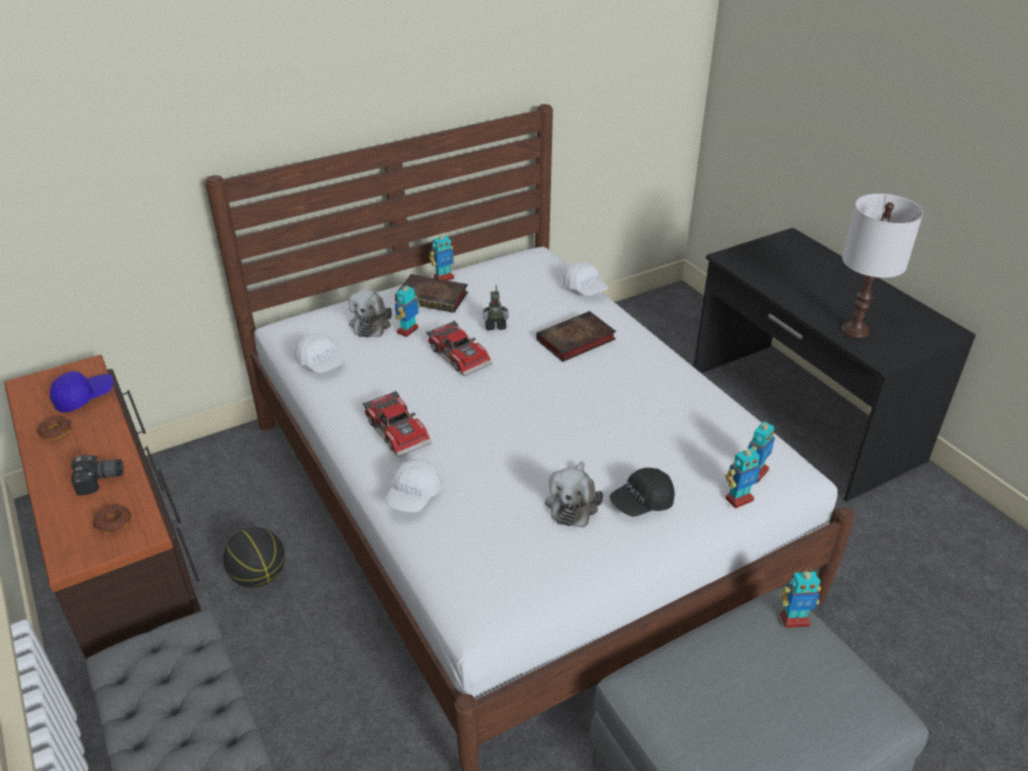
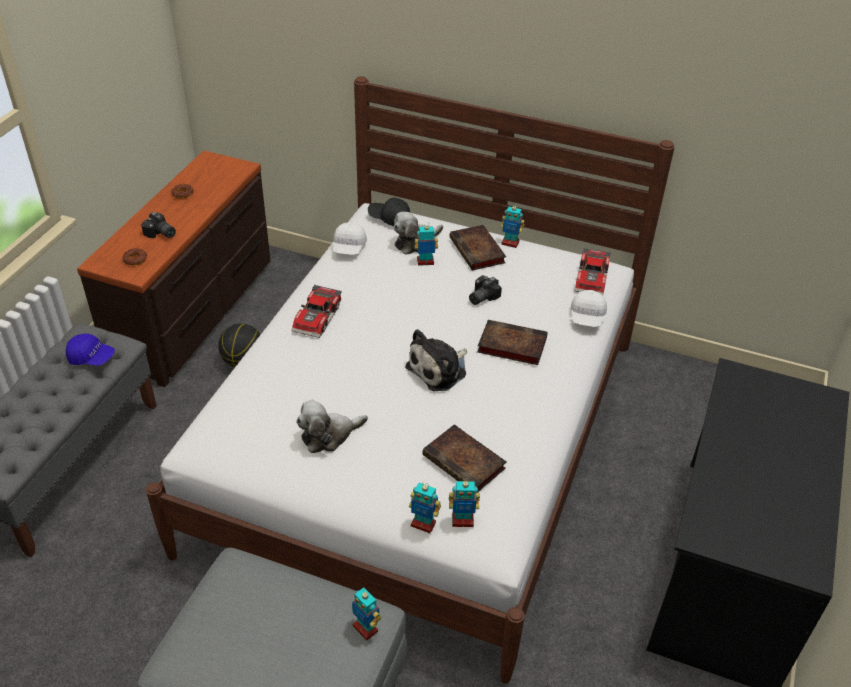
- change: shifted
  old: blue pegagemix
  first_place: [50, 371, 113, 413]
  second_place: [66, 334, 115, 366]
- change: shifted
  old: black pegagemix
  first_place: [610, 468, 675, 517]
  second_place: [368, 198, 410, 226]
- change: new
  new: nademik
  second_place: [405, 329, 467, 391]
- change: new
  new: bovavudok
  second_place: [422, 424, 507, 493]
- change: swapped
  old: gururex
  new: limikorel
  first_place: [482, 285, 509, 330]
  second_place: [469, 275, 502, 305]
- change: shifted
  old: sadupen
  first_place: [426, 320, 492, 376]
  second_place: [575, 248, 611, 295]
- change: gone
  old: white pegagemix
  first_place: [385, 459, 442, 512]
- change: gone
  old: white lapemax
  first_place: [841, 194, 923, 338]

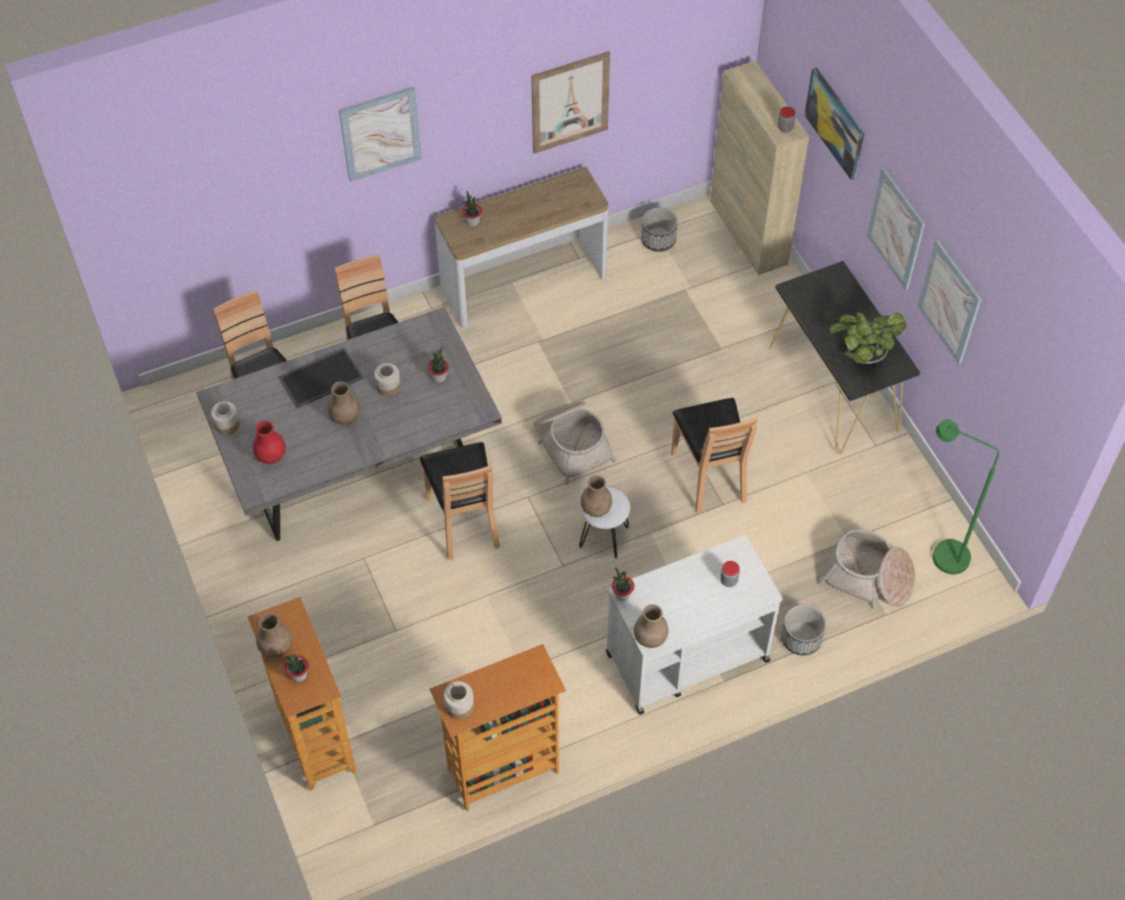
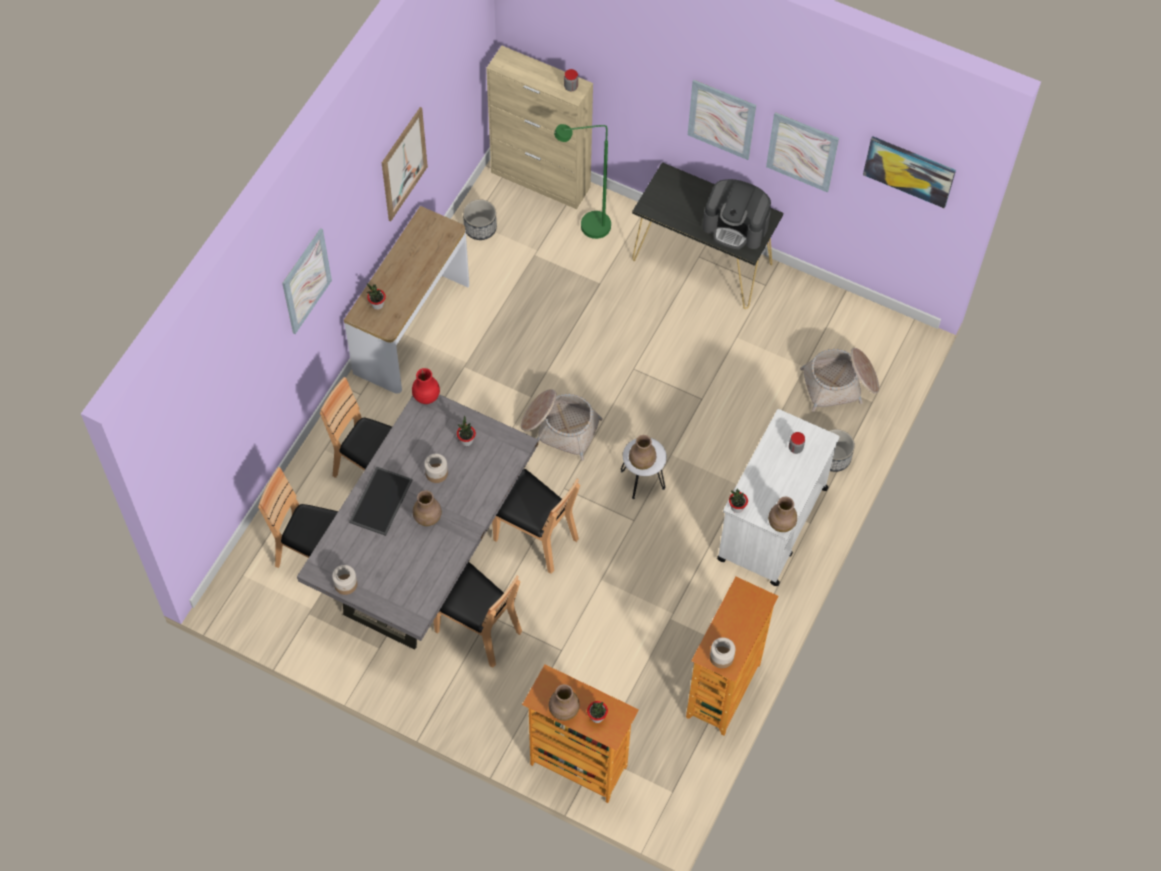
- change: shifted
  old: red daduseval
  first_place: [253, 421, 286, 464]
  second_place: [412, 368, 440, 404]
- change: shifted
  old: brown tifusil
  first_place: [671, 398, 757, 513]
  second_place: [433, 562, 522, 668]
- change: shifted
  old: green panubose
  first_place: [933, 419, 1000, 574]
  second_place: [554, 124, 611, 239]
- change: swapped
  old: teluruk
  new: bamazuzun
  first_place: [830, 312, 906, 364]
  second_place: [703, 179, 771, 249]
- change: shifted
  old: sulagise
  first_place: [804, 68, 864, 180]
  second_place: [863, 136, 956, 208]

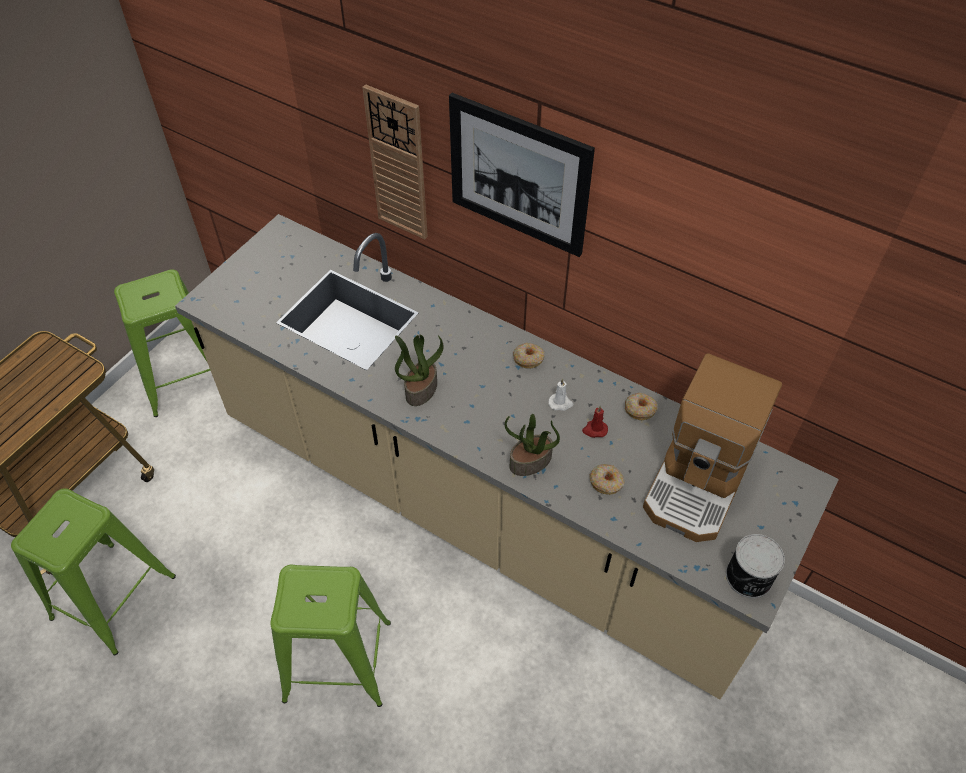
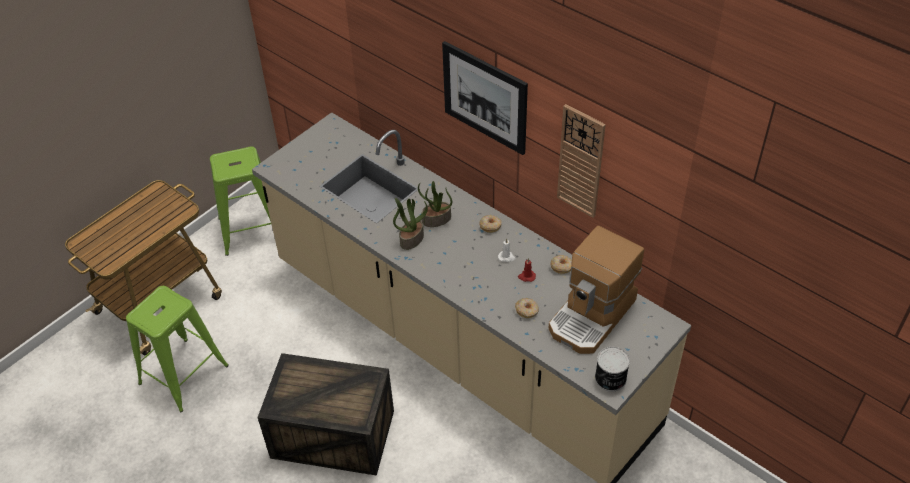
- change: swapped
  old: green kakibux
  new: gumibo
  first_place: [270, 565, 391, 707]
  second_place: [257, 353, 394, 476]
- change: shifted
  old: teluruk
  first_place: [505, 414, 560, 476]
  second_place: [418, 181, 452, 227]
- change: shifted
  old: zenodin
  first_place: [362, 84, 428, 239]
  second_place: [557, 104, 606, 218]

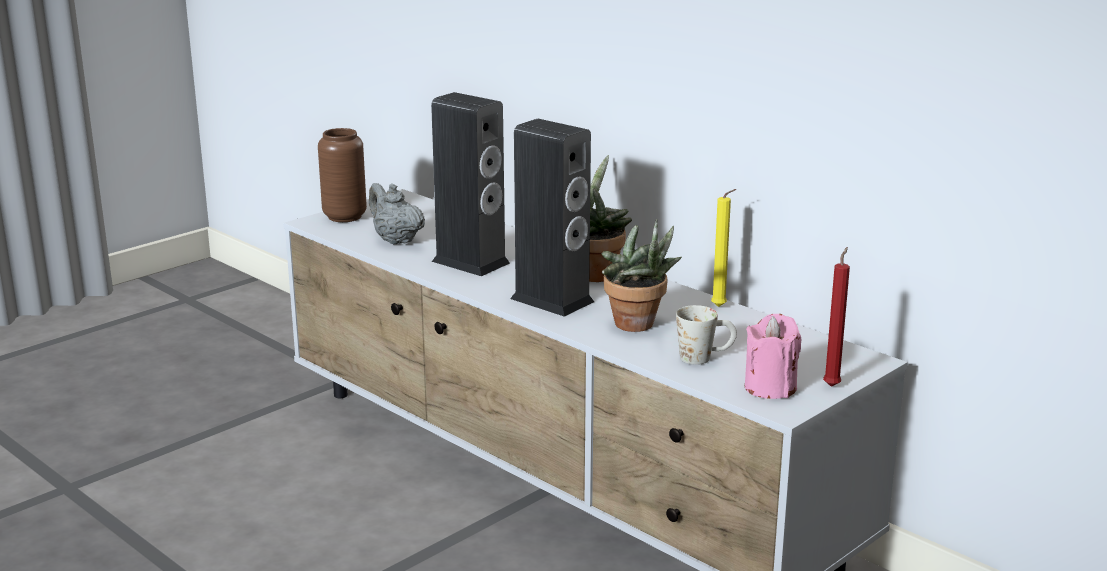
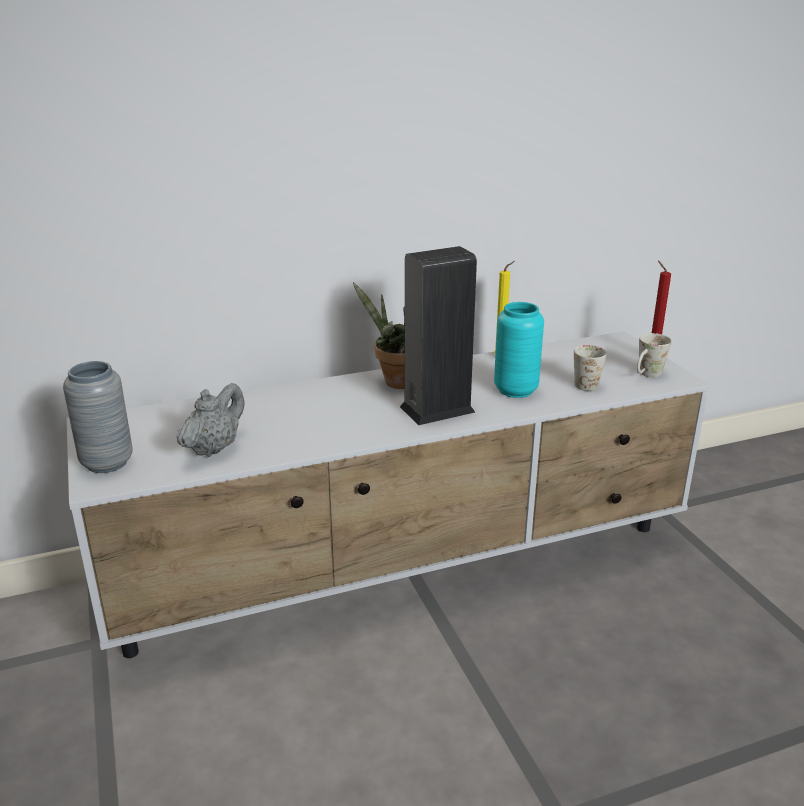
- change: repainted
  old: brown daduseval
  new: grey daduseval
  first_place: [318, 128, 367, 222]
  second_place: [63, 361, 133, 473]
- change: rotated
  old: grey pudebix
  first_place: [369, 183, 425, 245]
  second_place: [177, 383, 244, 457]
  degrees: 135
- change: swapped
  old: teluruk
  new: turquoise daduseval
  first_place: [601, 219, 682, 332]
  second_place: [494, 302, 544, 398]
- change: swapped
  old: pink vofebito
  new: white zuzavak
  first_place: [745, 314, 801, 399]
  second_place: [637, 333, 672, 377]
- change: gone
  old: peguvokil
  first_place: [431, 92, 510, 276]

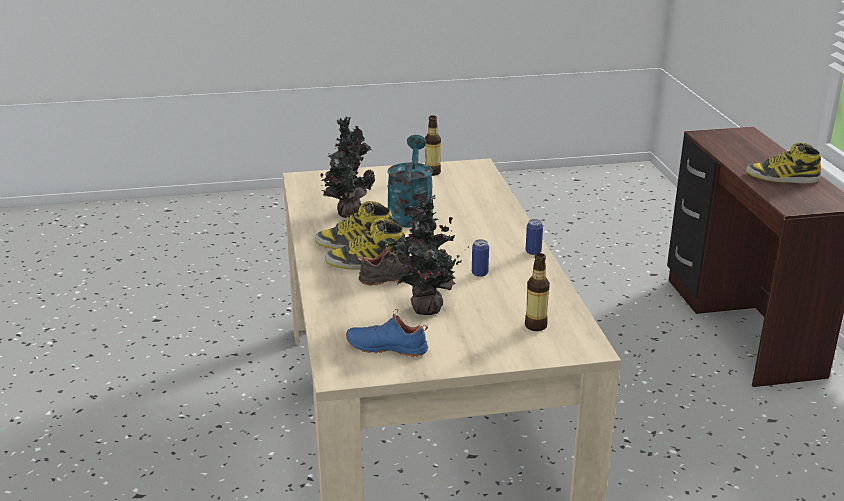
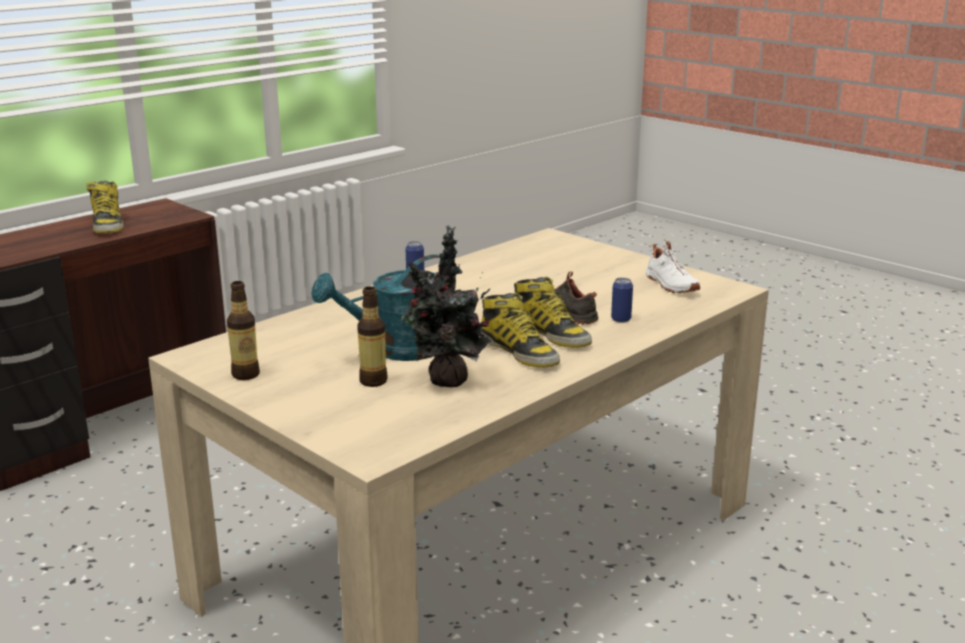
- change: shifted
  old: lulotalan
  first_place: [525, 253, 550, 331]
  second_place: [357, 286, 388, 387]
- change: shifted
  old: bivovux
  first_place: [472, 239, 489, 277]
  second_place: [611, 277, 633, 323]
- change: repainted
  old: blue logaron
  new: white logaron
  first_place: [346, 309, 428, 357]
  second_place: [645, 241, 700, 293]
- change: gone
  old: teluruk
  first_place: [383, 195, 469, 315]

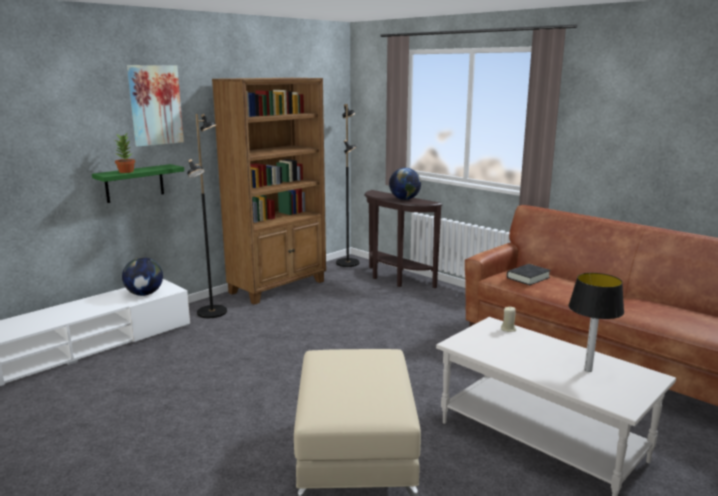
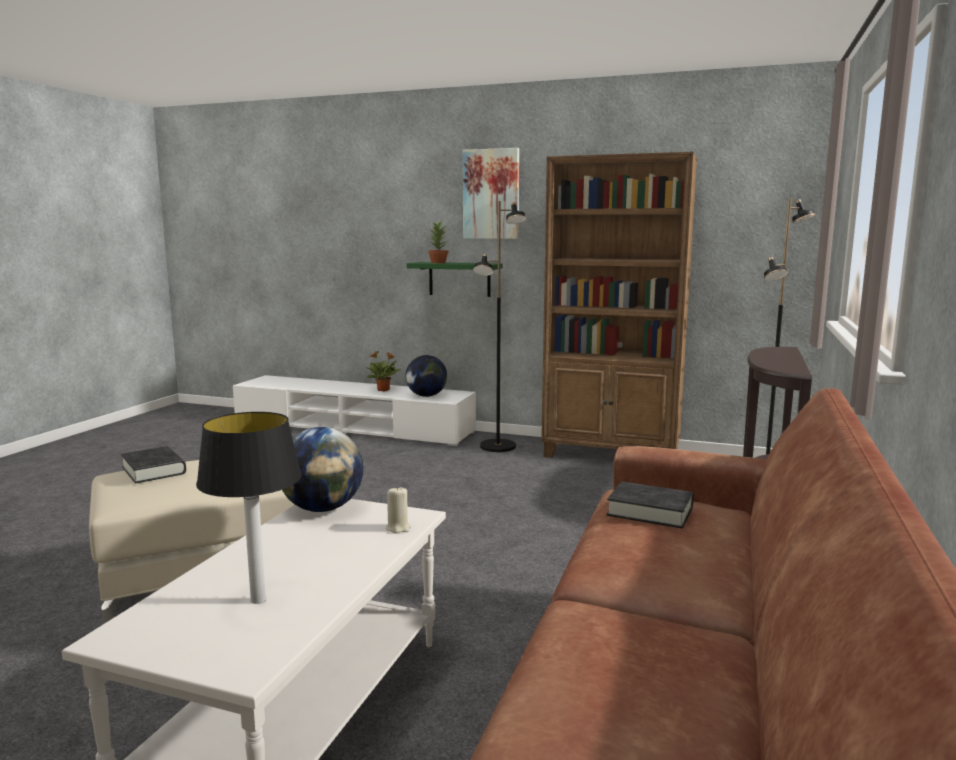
- change: new
  new: black bovavudok
  second_place: [121, 446, 186, 484]
- change: shifted
  old: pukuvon
  first_place: [389, 168, 421, 200]
  second_place: [282, 427, 363, 512]
- change: new
  new: teluruk
  second_place: [366, 351, 401, 392]

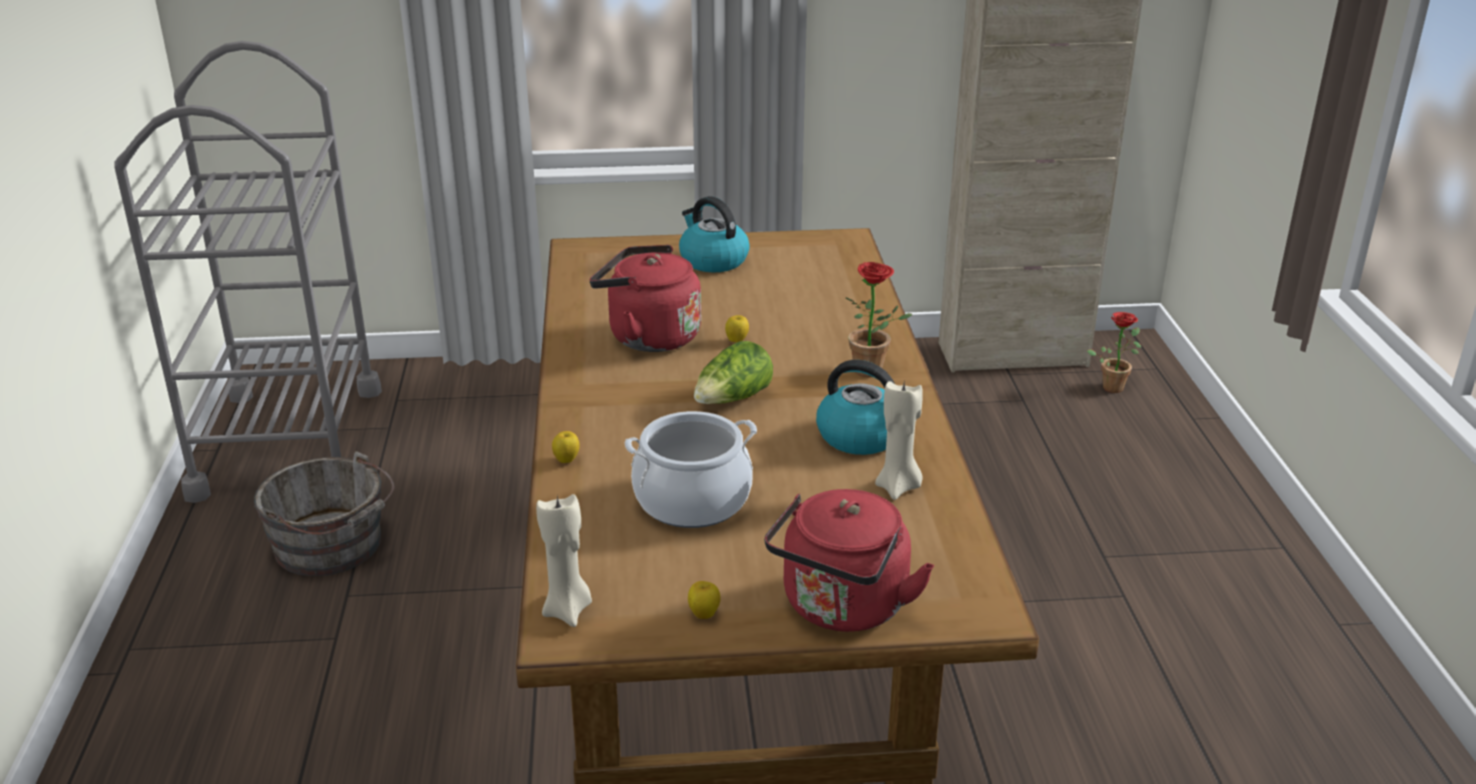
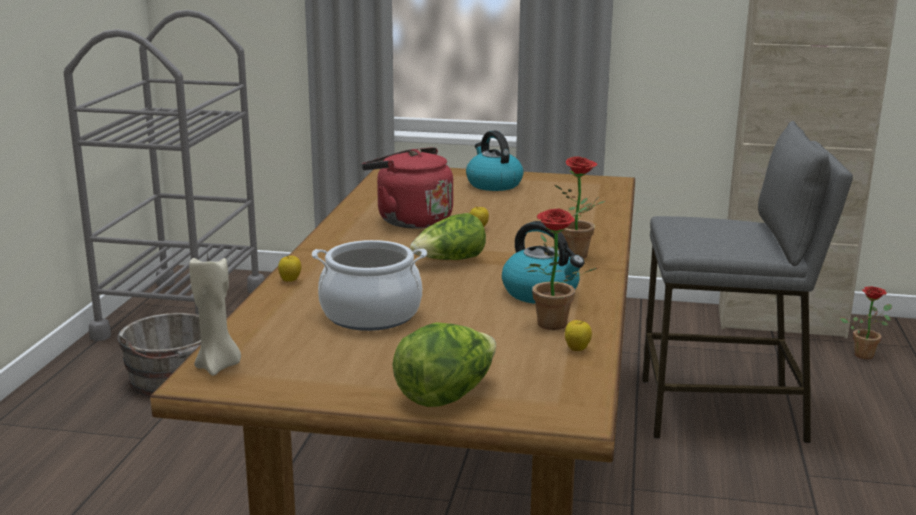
- change: swapped
  old: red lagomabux
  new: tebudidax
  first_place: [765, 489, 934, 632]
  second_place: [393, 322, 496, 407]
- change: swapped
  old: beige vofebito
  new: teluruk
  first_place: [875, 380, 923, 500]
  second_place: [525, 208, 598, 330]
- change: shifted
  old: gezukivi
  first_place: [688, 581, 721, 619]
  second_place: [565, 320, 592, 351]
- change: new
  new: grey kakibux
  second_place: [642, 121, 853, 443]

